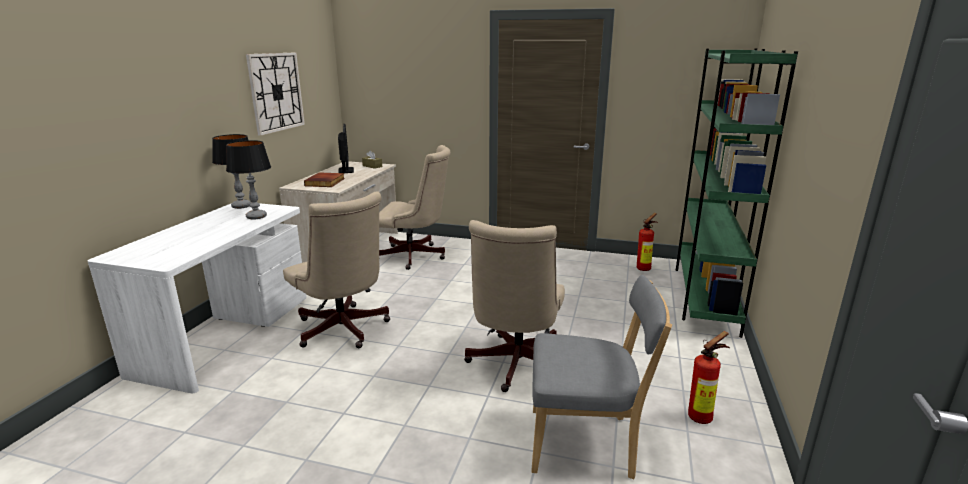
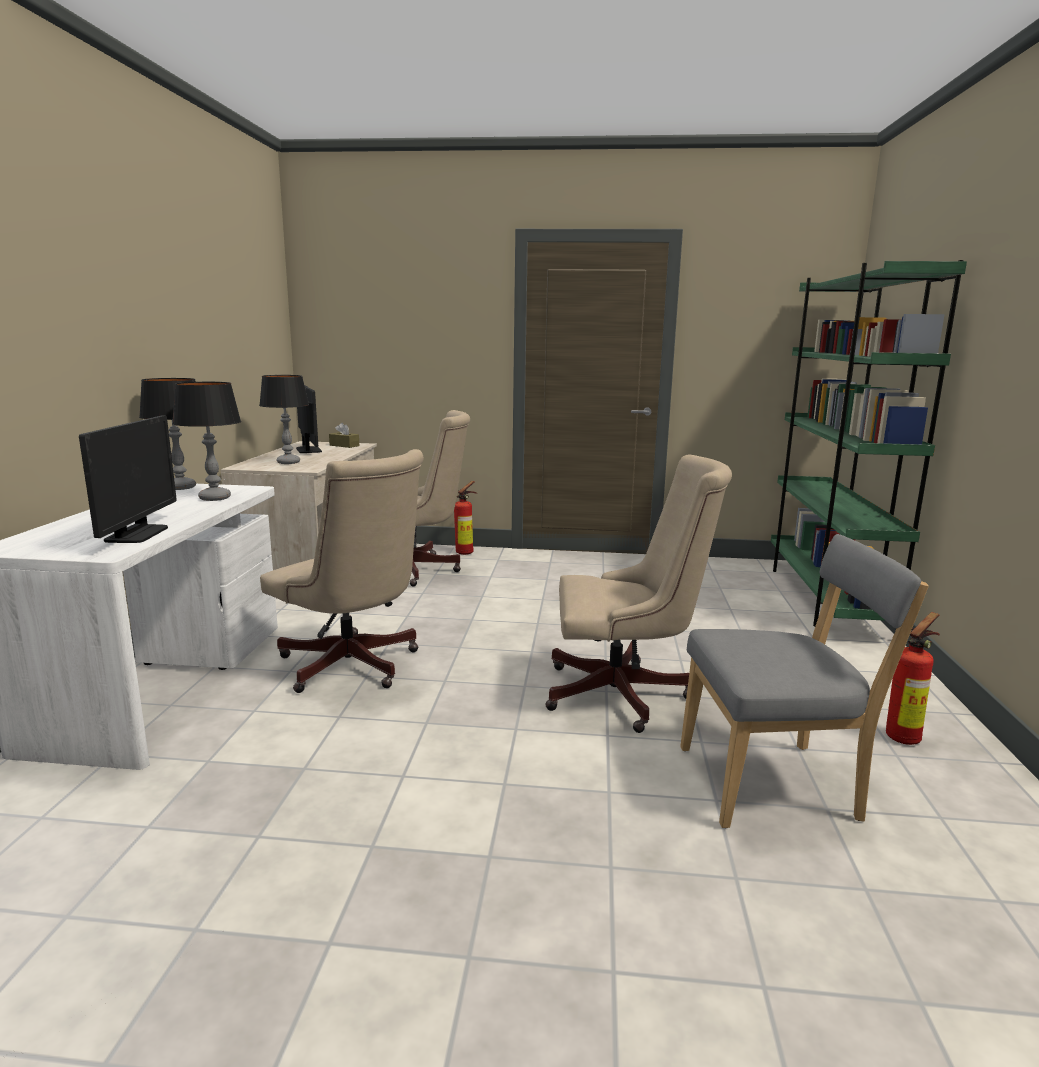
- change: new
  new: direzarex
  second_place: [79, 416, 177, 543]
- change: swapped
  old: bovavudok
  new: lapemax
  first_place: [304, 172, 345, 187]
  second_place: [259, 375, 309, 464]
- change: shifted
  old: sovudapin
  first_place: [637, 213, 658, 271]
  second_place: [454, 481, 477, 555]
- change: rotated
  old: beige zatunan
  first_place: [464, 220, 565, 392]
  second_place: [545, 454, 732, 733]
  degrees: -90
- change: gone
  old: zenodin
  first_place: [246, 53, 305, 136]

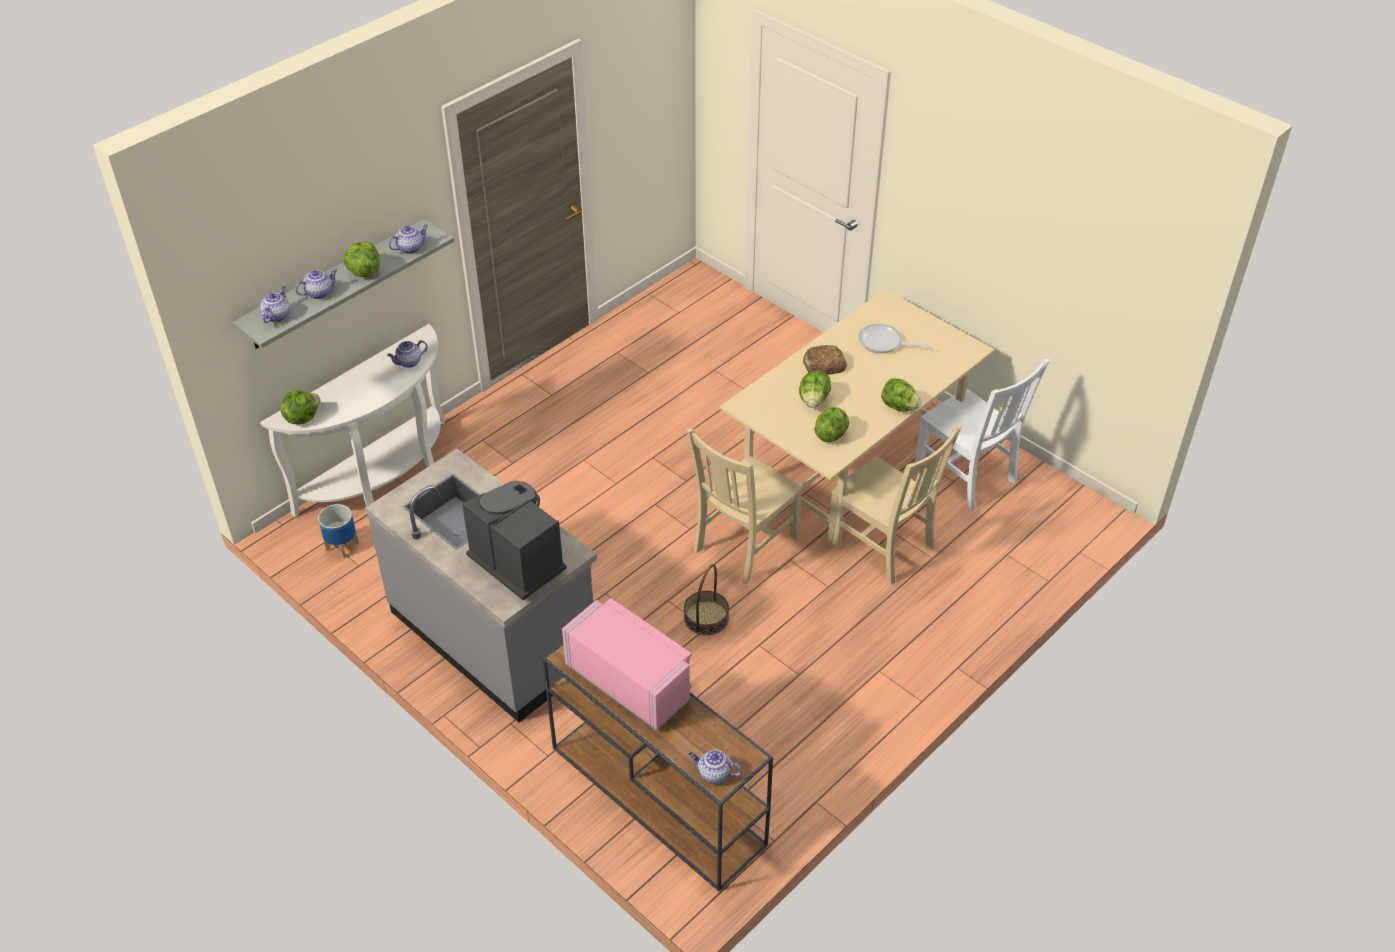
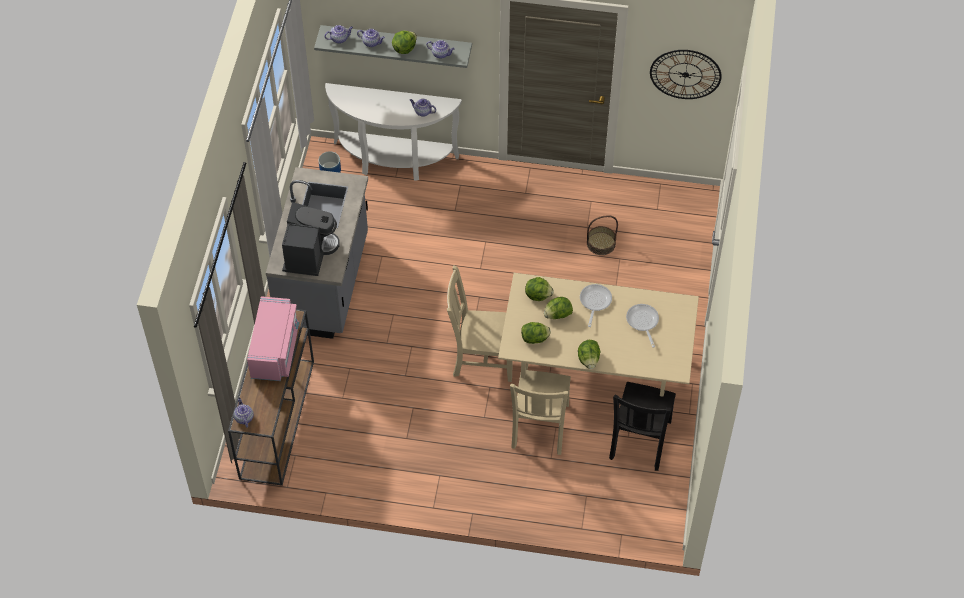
- change: shifted
  old: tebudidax
  first_place: [280, 390, 321, 424]
  second_place: [525, 277, 554, 301]
- change: swapped
  old: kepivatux
  new: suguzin
  first_place: [803, 345, 847, 375]
  second_place: [580, 284, 612, 327]
- change: shifted
  old: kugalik
  first_place: [684, 564, 729, 635]
  second_place: [587, 215, 618, 255]
- change: repainted
  old: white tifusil
  new: black tifusil
  first_place: [915, 359, 1050, 510]
  second_place: [609, 382, 676, 471]
- change: new
  new: zenodin
  second_place: [650, 50, 722, 99]

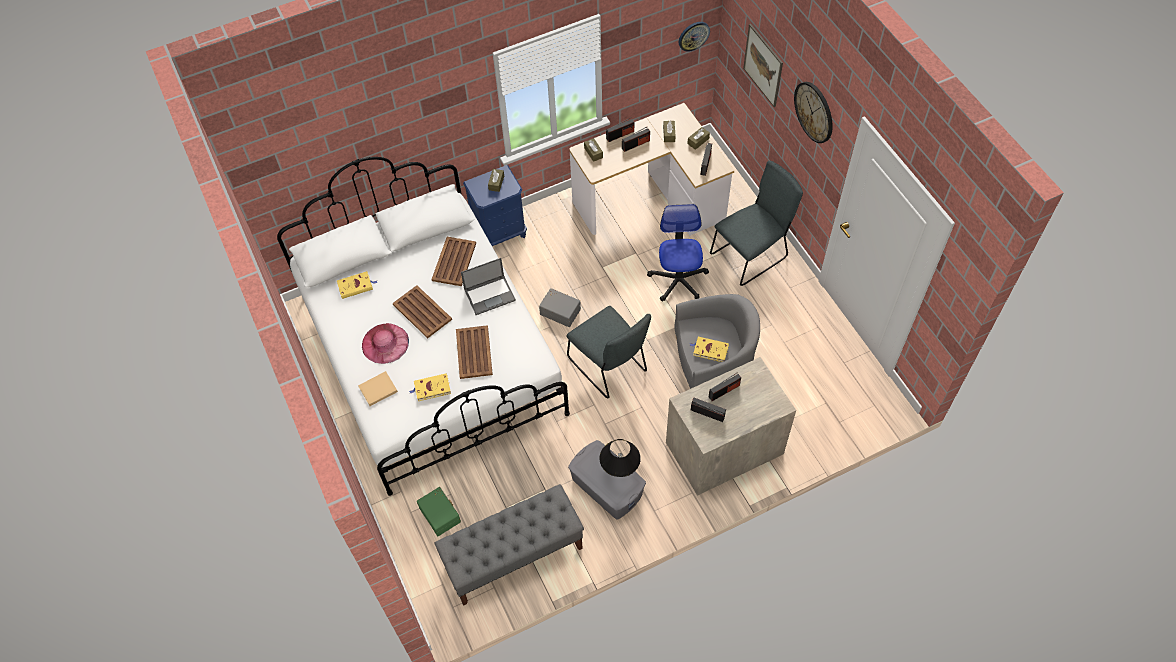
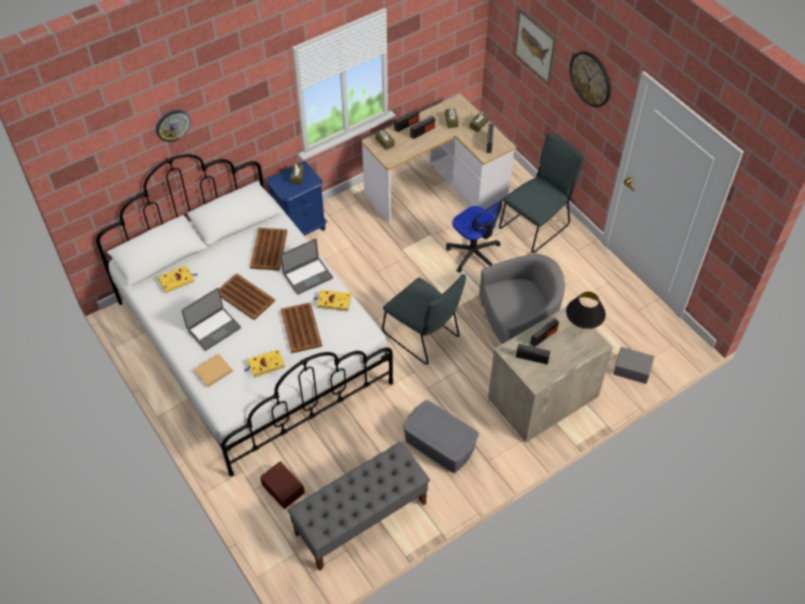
- change: shifted
  old: zenodin
  first_place: [679, 22, 710, 52]
  second_place: [156, 110, 191, 142]
- change: swapped
  old: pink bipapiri
  new: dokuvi
  first_place: [362, 323, 409, 364]
  second_place: [181, 288, 241, 351]
- change: repainted
  old: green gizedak
  new: brown gizedak
  first_place: [417, 487, 461, 536]
  second_place: [260, 461, 305, 509]
- change: shifted
  old: yellow bovavudok
  first_place: [689, 337, 729, 362]
  second_place: [313, 290, 351, 312]
- change: rotated
  old: zatunan
  first_place: [647, 204, 709, 302]
  second_place: [446, 199, 503, 273]
  degrees: 150
- change: shifted
  old: black lapemax
  first_place: [600, 439, 641, 477]
  second_place: [566, 292, 606, 336]
- change: shifted
  old: grey gizedak
  first_place: [539, 288, 581, 327]
  second_place: [613, 347, 654, 384]

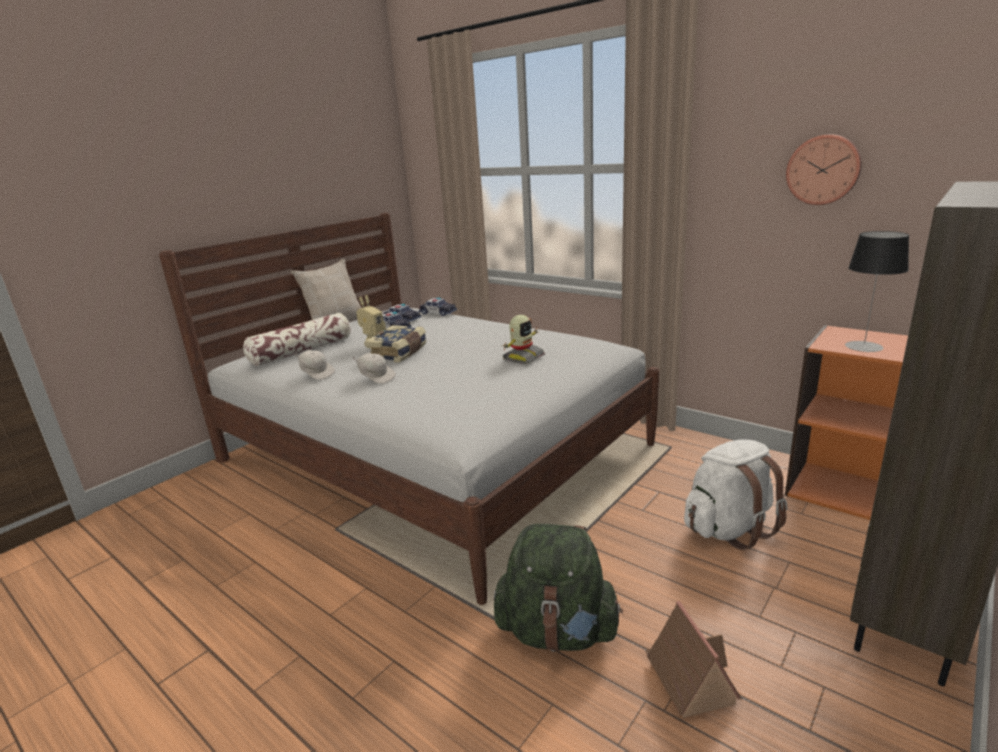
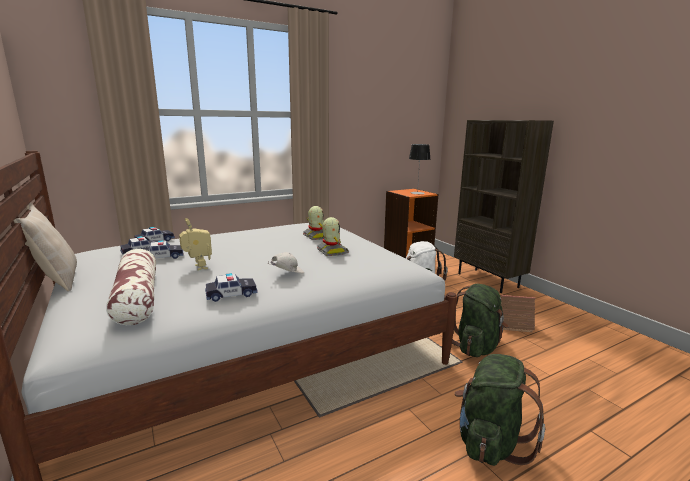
- change: swapped
  old: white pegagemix
  new: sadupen
  first_place: [295, 350, 335, 380]
  second_place: [205, 273, 258, 302]
- change: new
  new: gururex
  second_place: [317, 217, 349, 256]
- change: new
  new: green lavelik
  second_place: [455, 354, 545, 466]
- change: gone
  old: bovavudok
  first_place: [364, 325, 427, 363]
- change: gone
  old: zenodin
  first_place: [786, 134, 862, 205]

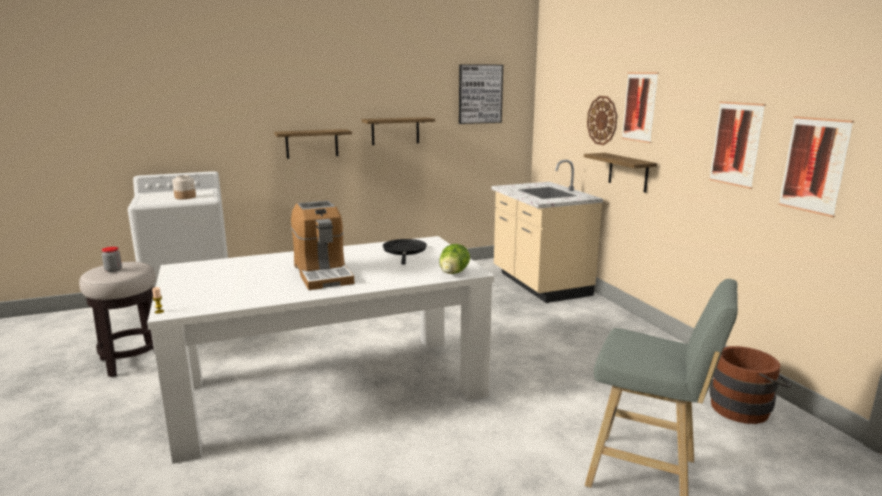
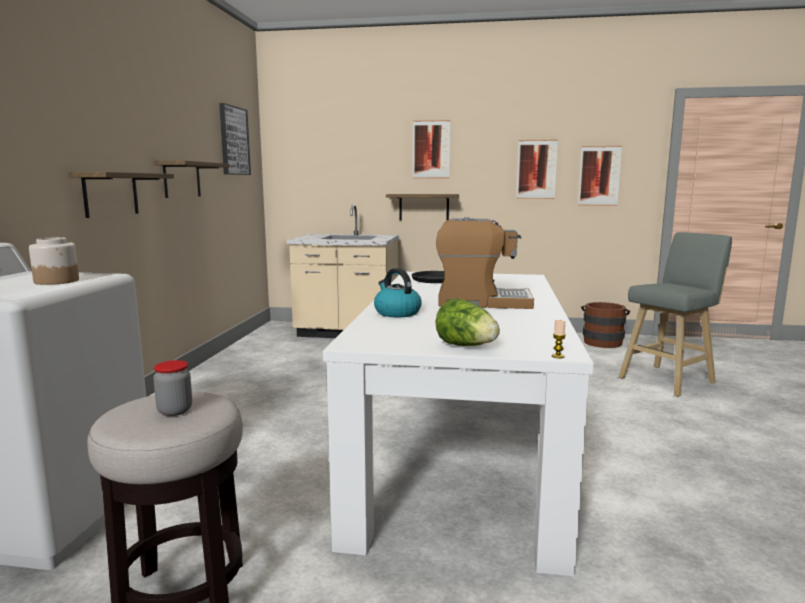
- change: new
  new: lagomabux
  second_place: [374, 268, 422, 317]
- change: shifted
  old: tebudidax
  first_place: [439, 244, 470, 274]
  second_place: [435, 298, 500, 346]
- change: gone
  old: zenodin
  first_place: [587, 96, 617, 145]

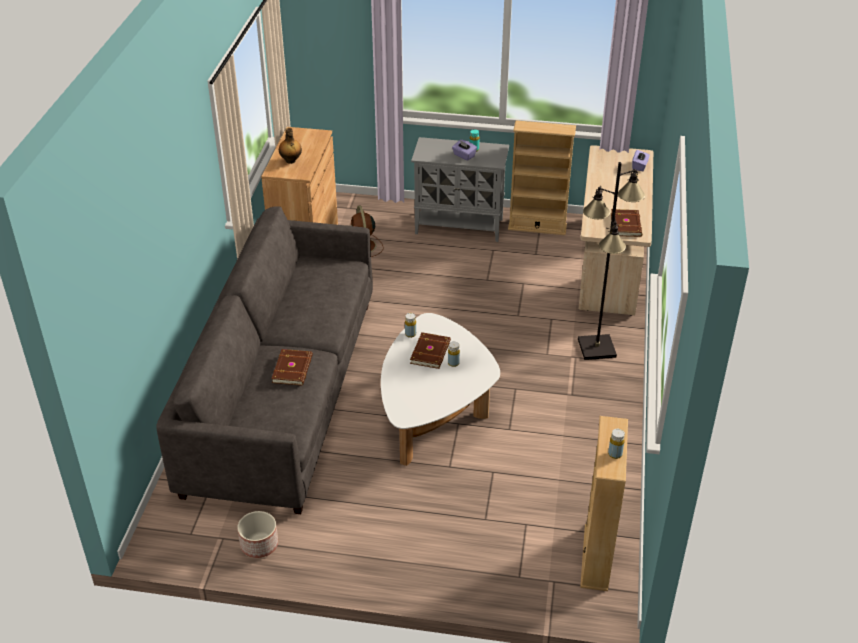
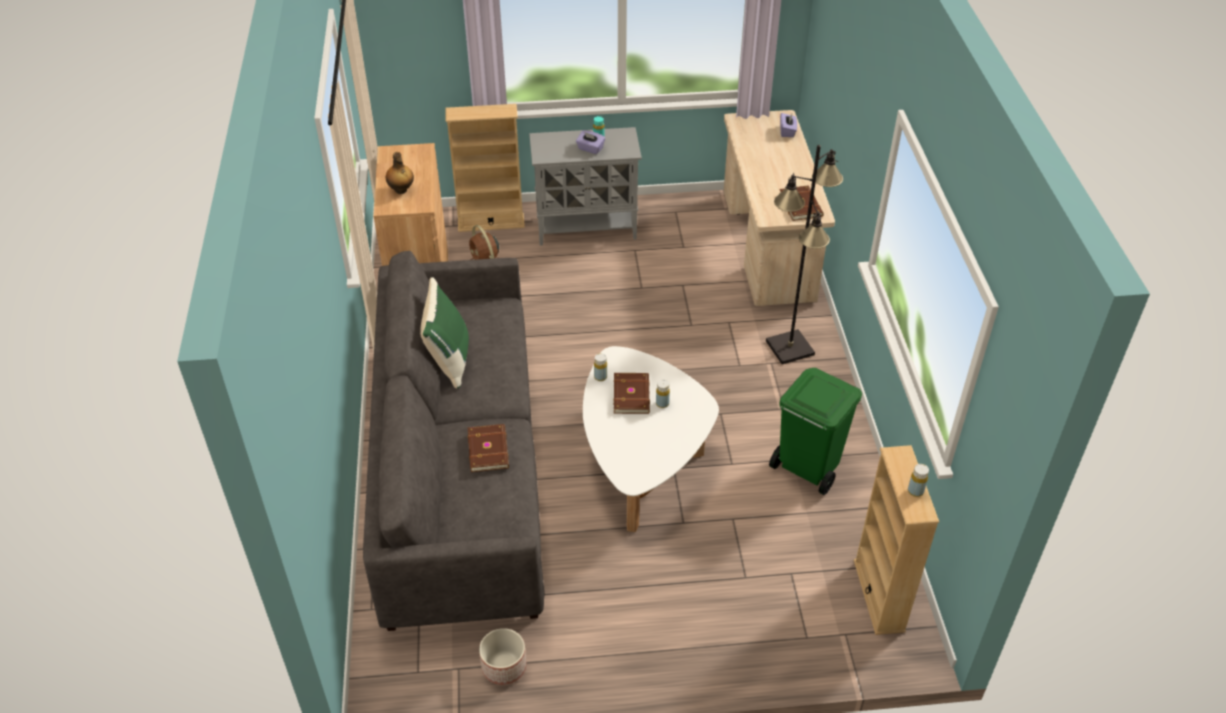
- change: new
  new: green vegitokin
  second_place: [420, 277, 469, 389]
- change: shifted
  old: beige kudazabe
  first_place: [508, 120, 576, 235]
  second_place: [446, 104, 525, 232]
- change: new
  new: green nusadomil
  second_place: [769, 368, 862, 495]

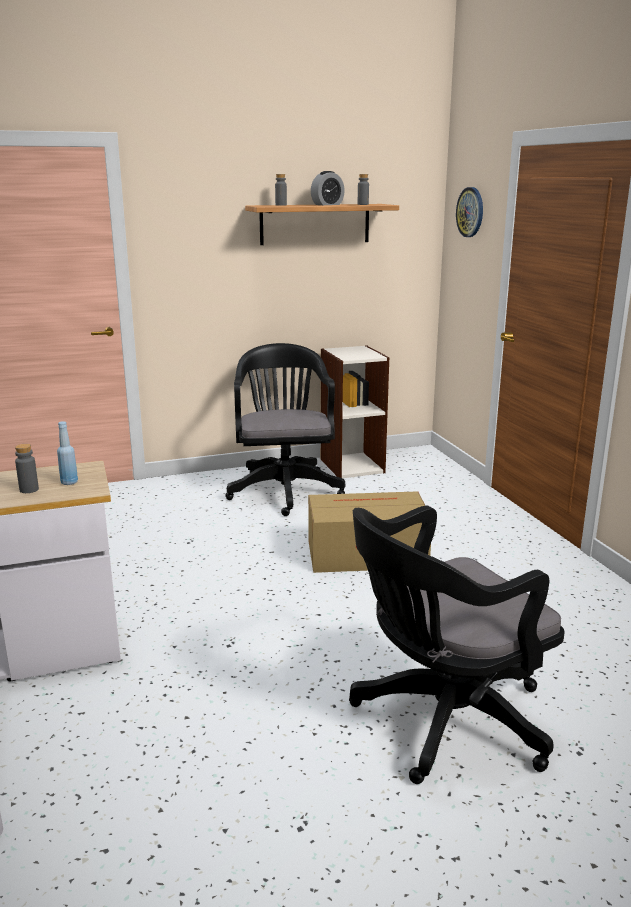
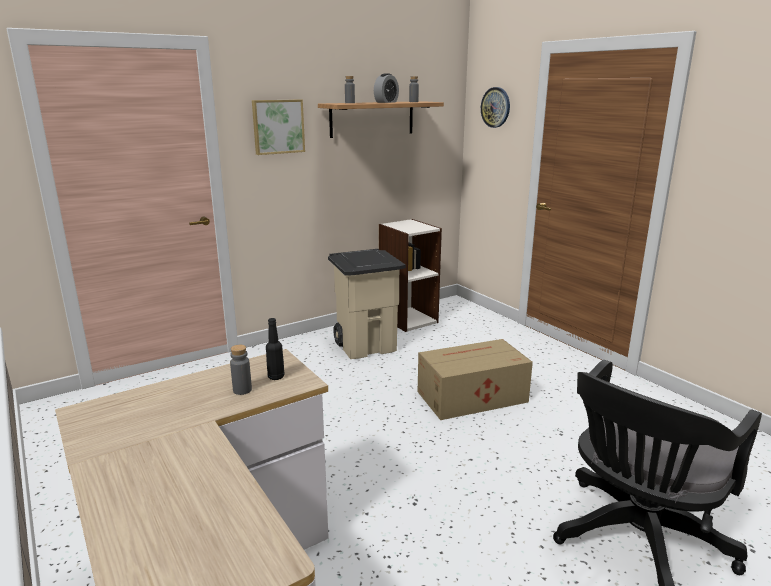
- change: new
  new: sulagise
  second_place: [252, 100, 305, 155]
- change: repainted
  old: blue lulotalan
  new: black lulotalan
  first_place: [57, 421, 78, 485]
  second_place: [266, 318, 285, 380]
- change: swapped
  old: black zatunan
  new: beige nusadomil
  first_place: [225, 343, 345, 516]
  second_place: [328, 249, 406, 359]

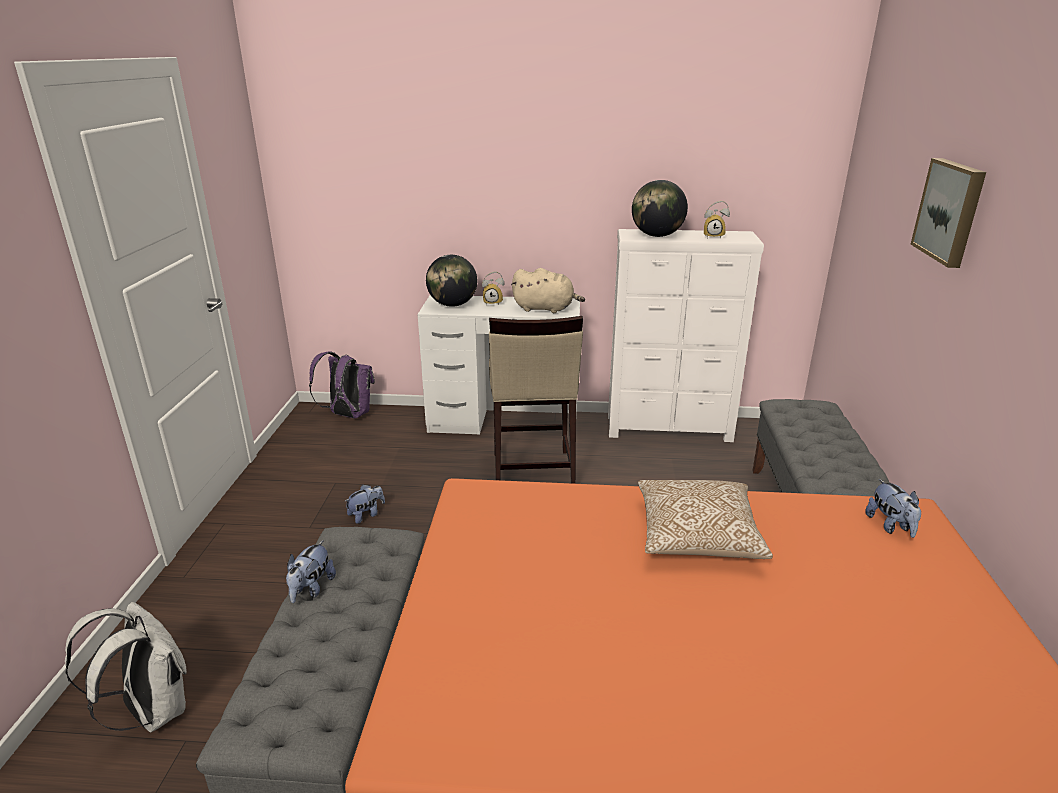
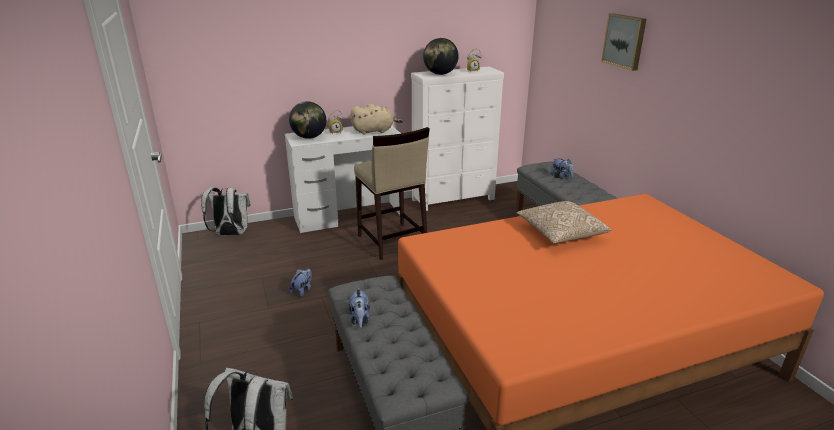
- change: repainted
  old: purple lavelik
  new: white lavelik
  first_place: [309, 351, 375, 418]
  second_place: [201, 187, 250, 235]
- change: shifted
  old: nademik
  first_place: [865, 479, 921, 538]
  second_place: [550, 158, 574, 179]

